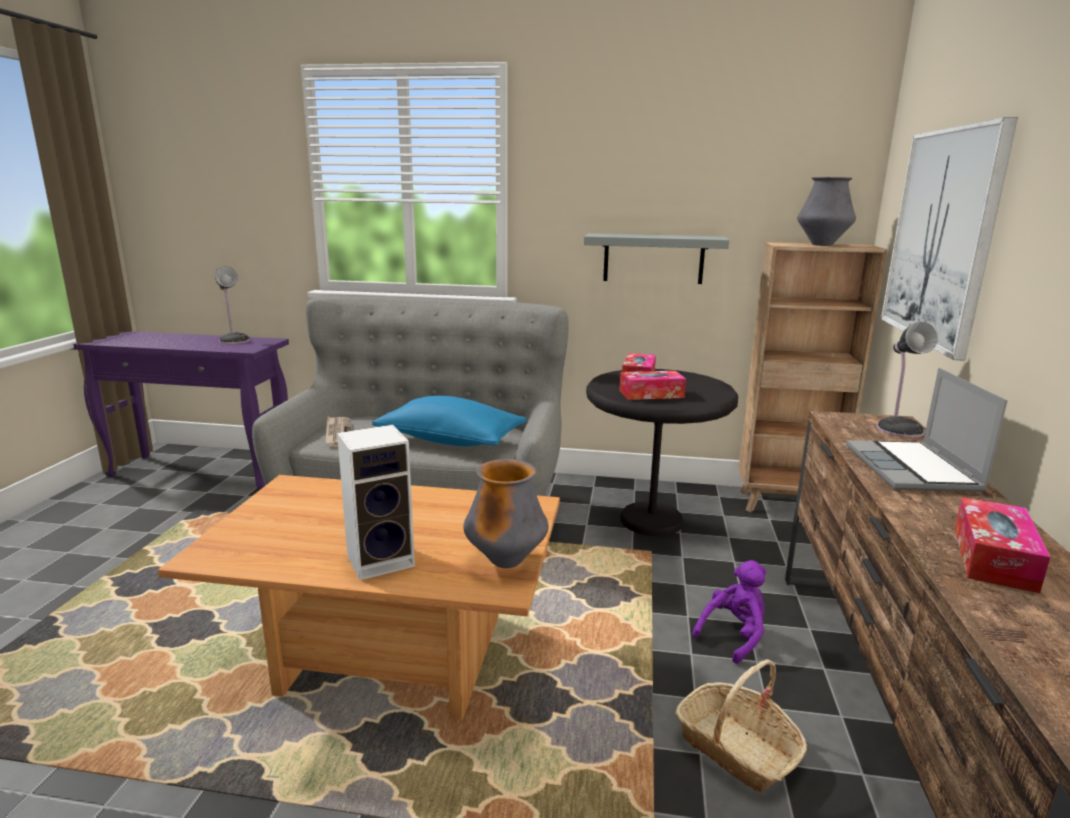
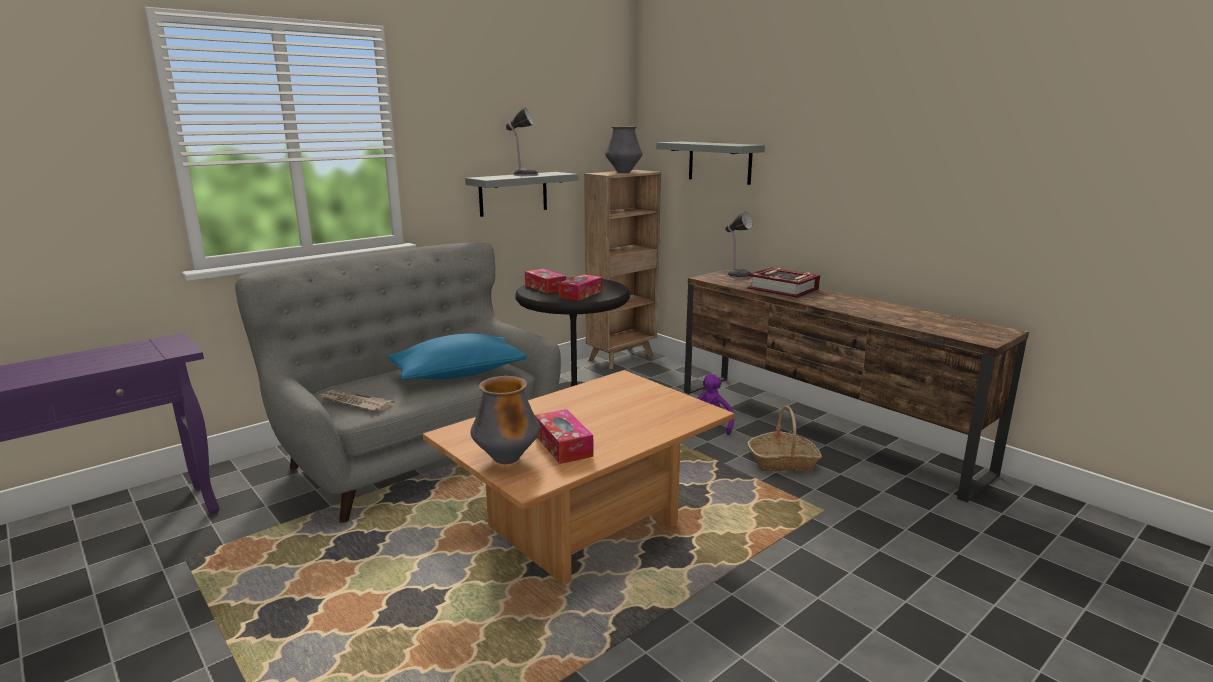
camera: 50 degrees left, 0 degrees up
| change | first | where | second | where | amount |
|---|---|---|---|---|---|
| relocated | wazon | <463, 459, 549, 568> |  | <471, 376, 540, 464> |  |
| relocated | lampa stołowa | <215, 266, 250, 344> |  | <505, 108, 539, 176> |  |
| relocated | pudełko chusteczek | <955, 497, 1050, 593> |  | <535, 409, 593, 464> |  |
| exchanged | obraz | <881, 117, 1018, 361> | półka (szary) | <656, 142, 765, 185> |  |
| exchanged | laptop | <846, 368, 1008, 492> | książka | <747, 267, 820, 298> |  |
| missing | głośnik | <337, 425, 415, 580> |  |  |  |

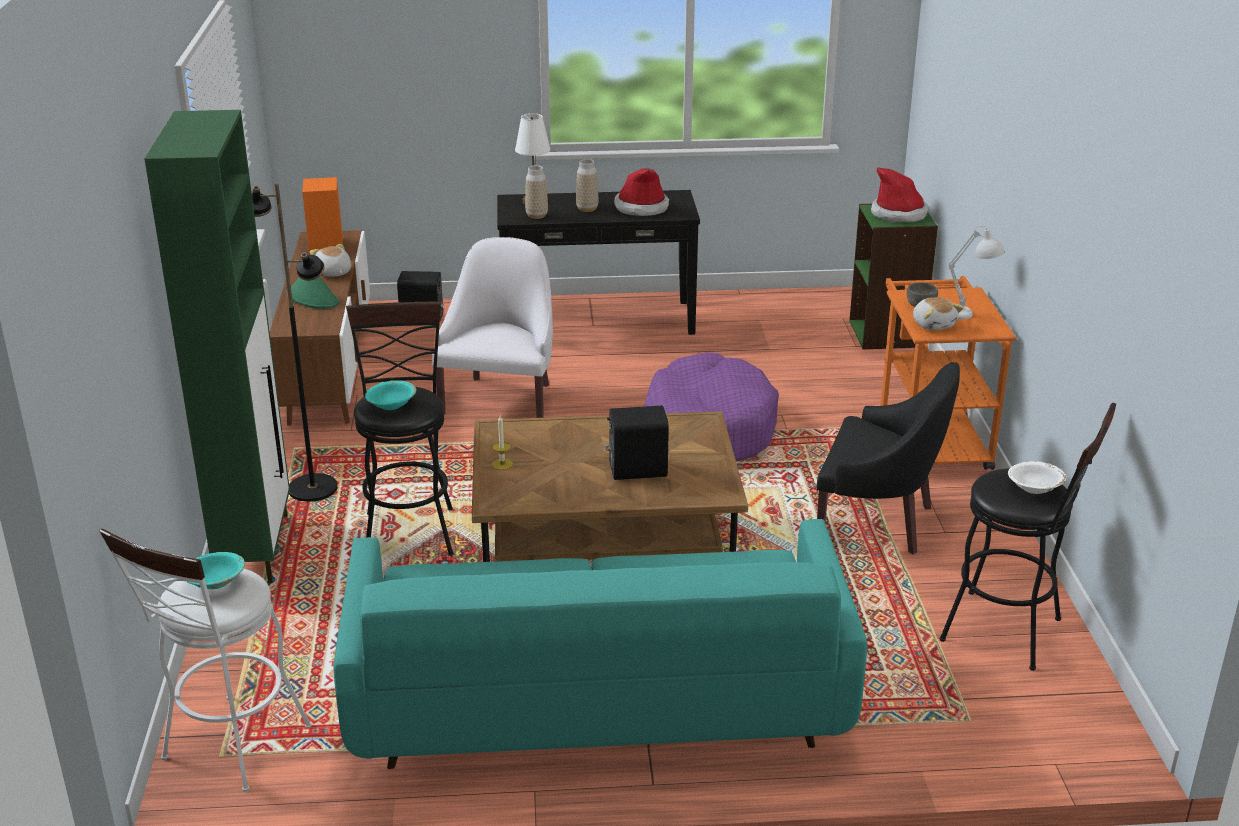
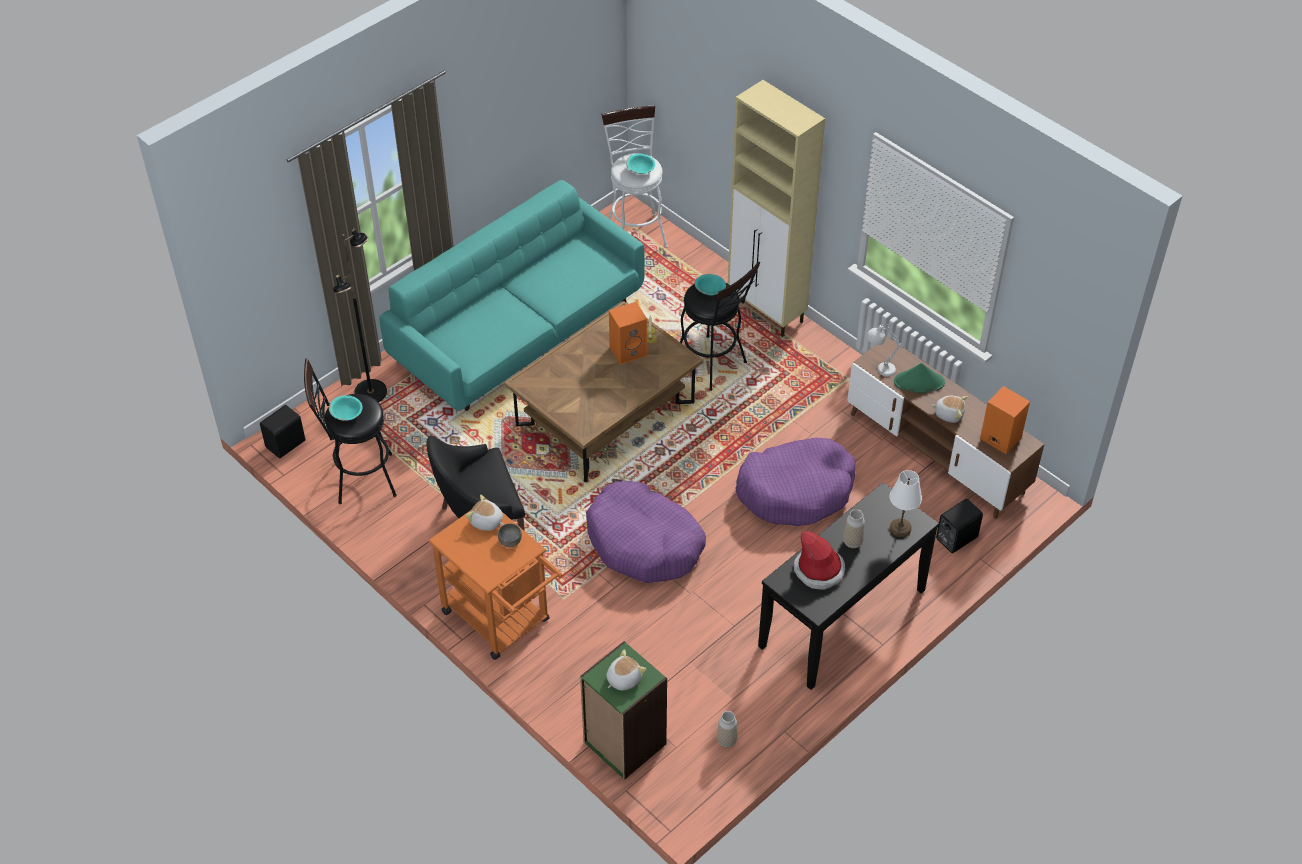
camera: 140 degrees right, 20 degrees up
| change | first | where | second | where | amount |
|---|---|---|---|---|---|
| relocated | głośnik (czarny) | <605, 406, 669, 480> |  | <260, 405, 305, 458> |  |
| colour | miska (biały) | <1008, 461, 1066, 494> | miska (turkusowy) | <329, 395, 363, 421> |  |
| relocated | lampa stojąca (czarny) | <252, 183, 338, 502> |  | <333, 227, 387, 402> |  |
| exchanged | kapelusz | <871, 167, 929, 223> | pluszak | <606, 650, 646, 691> |  |
| appeared |  |  | głośnik (pomarańczowy) | <609, 302, 647, 365> |  |
| relocated | wazon | <525, 165, 548, 219> |  | <717, 711, 737, 748> |  |
| colour | szafka (zielony) | <144, 110, 290, 583> | szafka (beżowy) | <728, 80, 825, 337> |  |
| exchanged | fotel (biały) | <432, 237, 553, 418> | legowisko (fioletowy) | <735, 438, 856, 526> |  |
| relocated | lampa stołowa (biały) | <949, 226, 1005, 319> |  | <866, 324, 901, 377> |  |

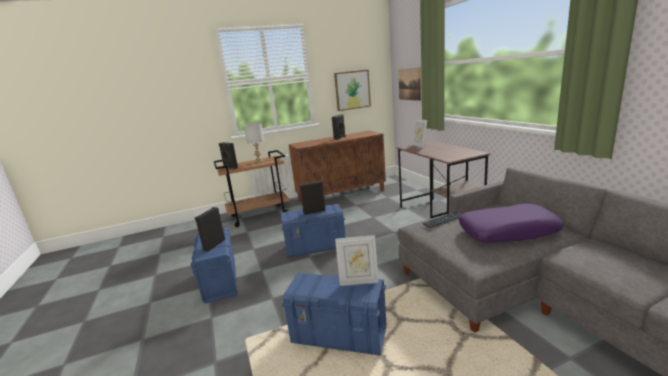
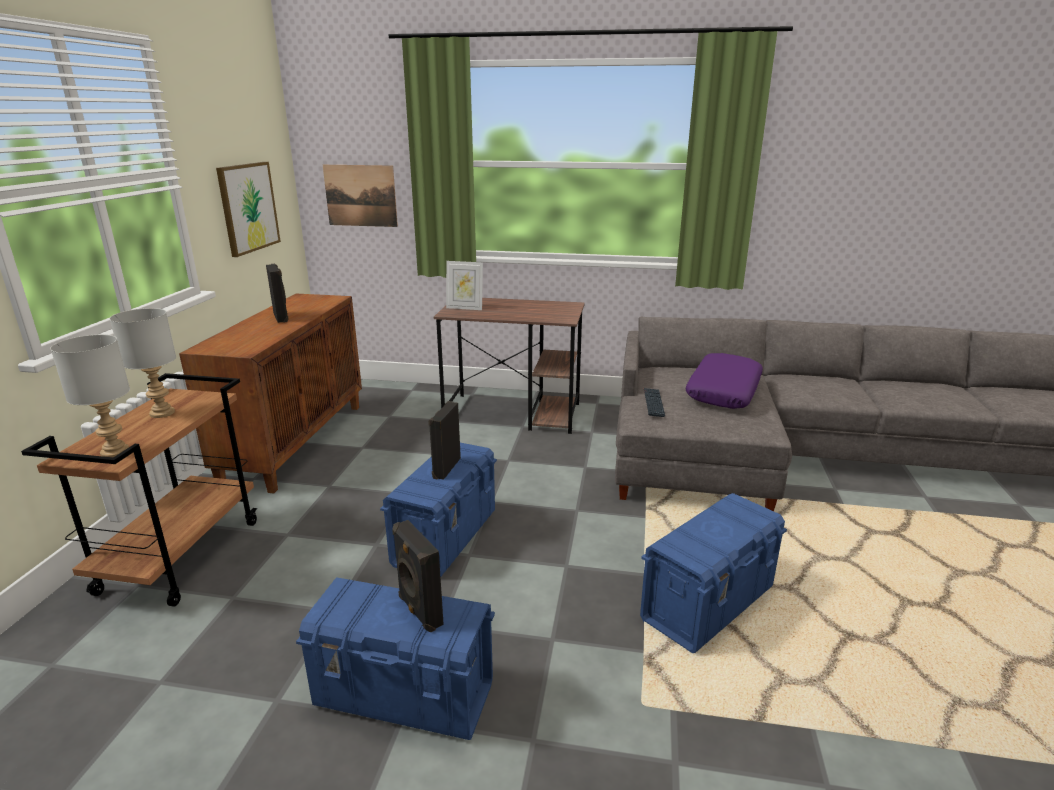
camera: 60 degrees left, 5 degrees up
| change | first | where | second | where | amount |
|---|---|---|---|---|---|
| exchanged | głośnik (czarny) | <219, 142, 238, 169> | lampa stołowa (szary) | <50, 334, 130, 457> |  |
| missing | ramka na zdjęcie | <335, 235, 379, 286> |  |  |  |

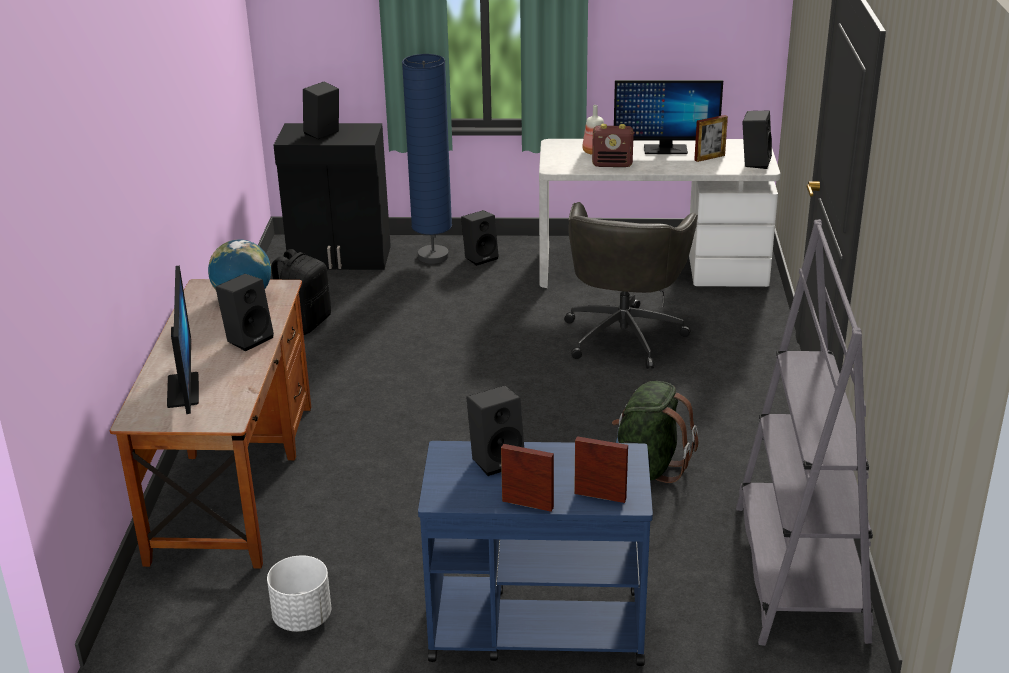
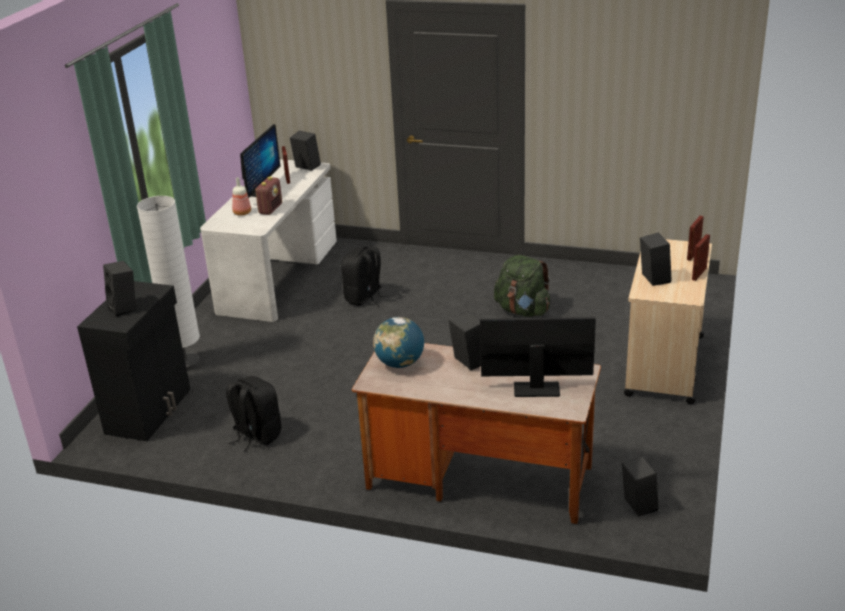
camera: 75 degrees left, 0 degrees up
| change | first | where | second | where | amount |
|---|---|---|---|---|---|
| colour | lampa stojąca (niebieski) | <402, 54, 452, 264> | lampa stojąca (biały) | <137, 196, 200, 371> |  |
| exchanged | krzesło biurowe (szary) | <564, 202, 698, 369> | plecak (czarny) | <341, 247, 389, 306> |  |
| relocated | głośnik (czarny) | <461, 210, 499, 266> |  | <622, 456, 659, 516> |  |
| colour | wózek (niebieski) | <418, 441, 653, 666> | wózek (beżowy) | <624, 239, 712, 404> |  |
| missing | donica (biały) | <267, 555, 332, 632> |  |  |  |
| missing | regał (szary) | <736, 219, 874, 646> |  |  |  |

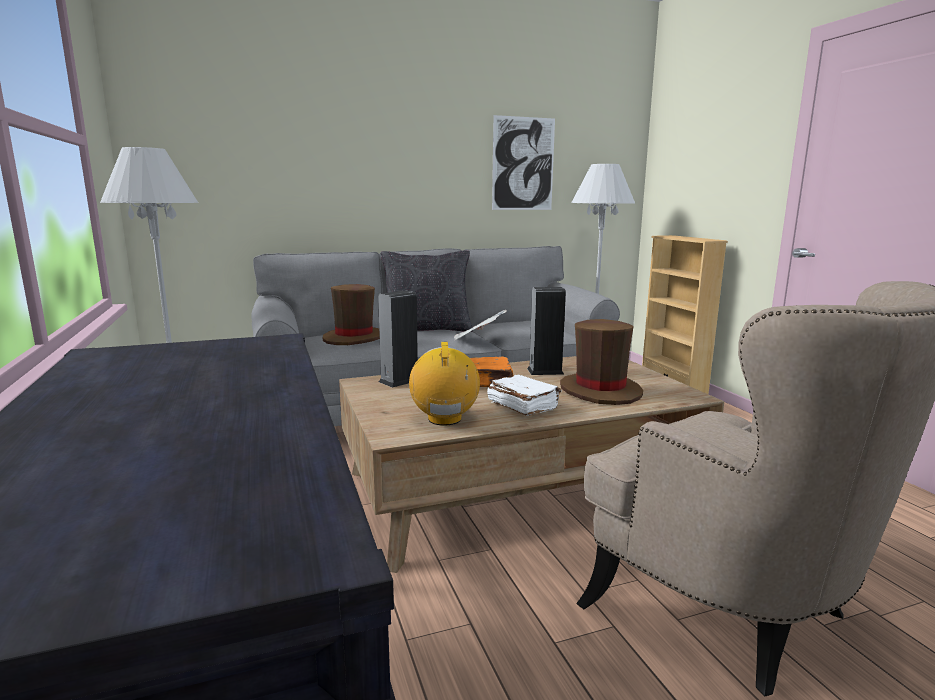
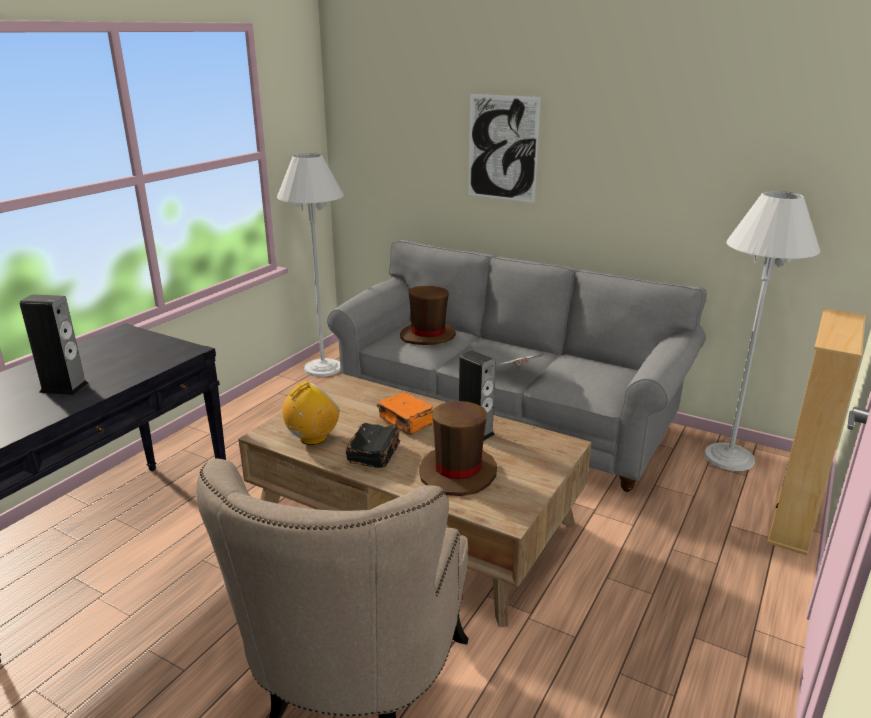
camera: 50 degrees right, 10 degrees up
| change | first | where | second | where | amount |
|---|---|---|---|---|---|
| relocated | głośnik | <378, 291, 418, 388> |  | <20, 294, 89, 395> |  |
| colour | książka (biały) | <487, 374, 561, 416> | książka (czarny) | <346, 423, 400, 468> |  |
| relocated | obraz | <492, 115, 555, 210> |  | <468, 94, 541, 203> |  |
| missing | poduszka (czarny) | <381, 251, 473, 332> |  |  |  |

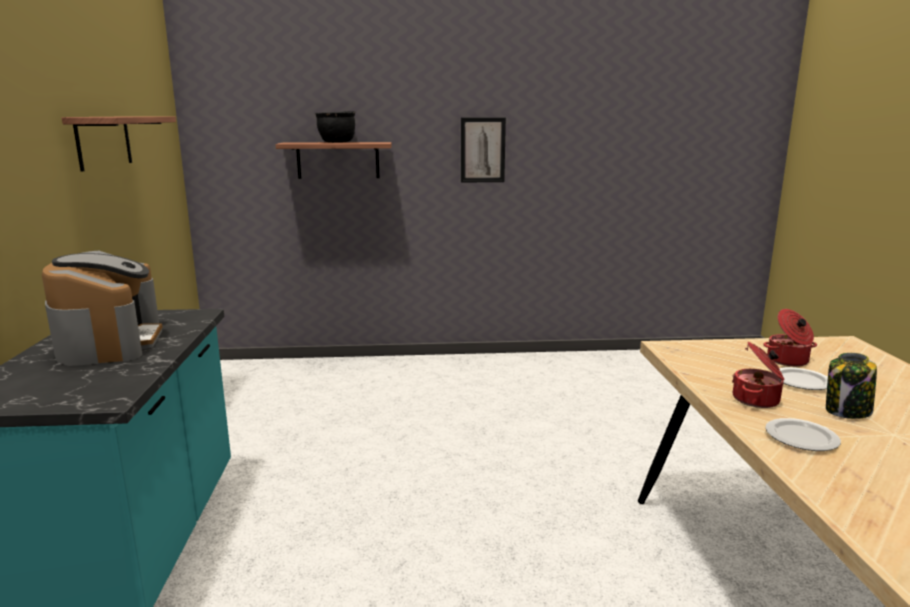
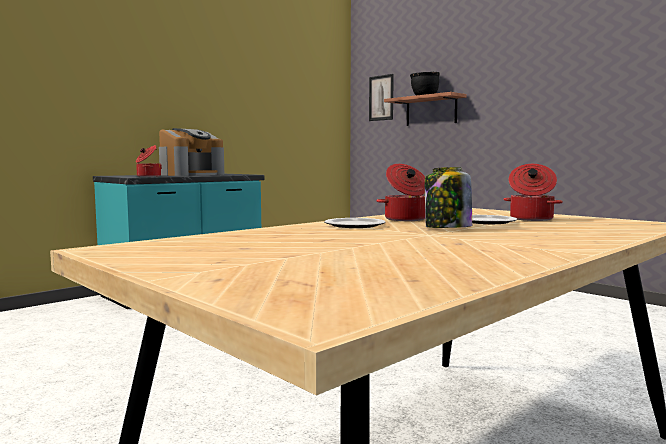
camera: 50 degrees right, 10 degrees down
| change | first | where | second | where | amount |
|---|---|---|---|---|---|
| appeared |  |  | garnek | <136, 145, 162, 177> |  |
| relocated | obraz | <461, 118, 506, 182> |  | <369, 74, 394, 121> |  |
| missing | półka | <62, 116, 176, 171> |  |  |  |

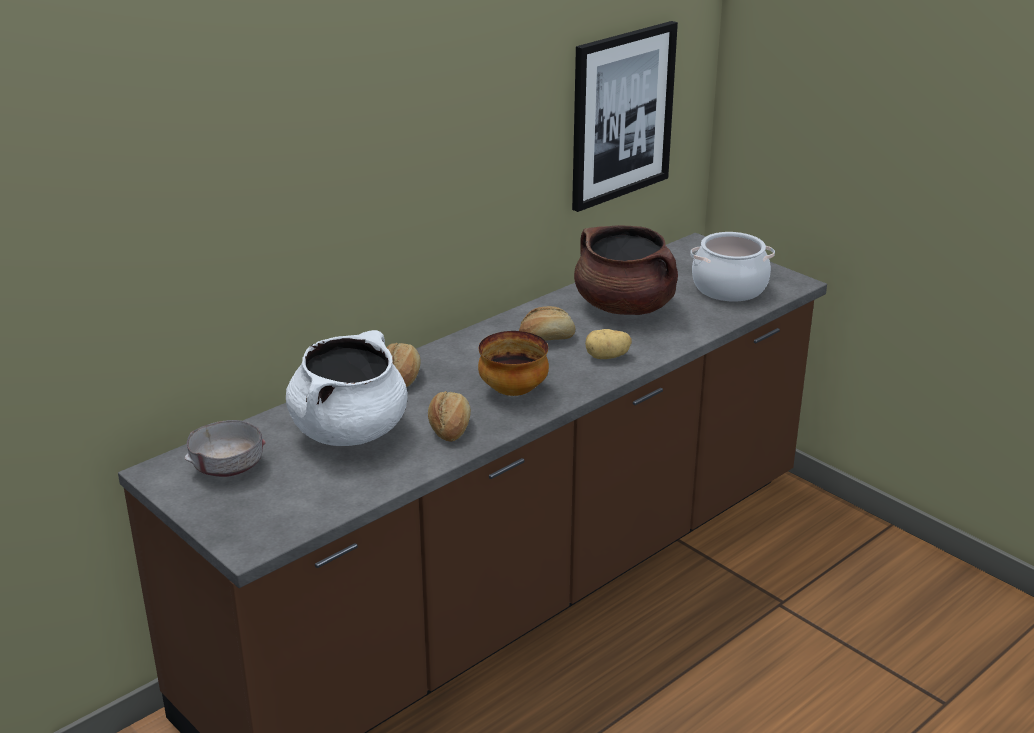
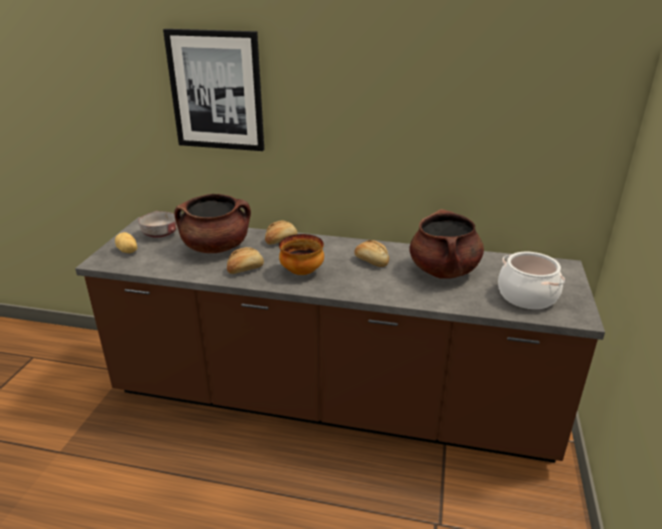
camera: 55 degrees right, 0 degrees up
| change | first | where | second | where | amount |
|---|---|---|---|---|---|
| relocated | ziemniak | <585, 329, 632, 359> |  | <115, 232, 137, 253> |  |
| relocated | obraz | <572, 21, 678, 212> |  | <163, 29, 264, 151> |  |
| colour | garnek (biały) | <286, 330, 408, 446> | garnek (brązowy) | <174, 194, 251, 253> |  |

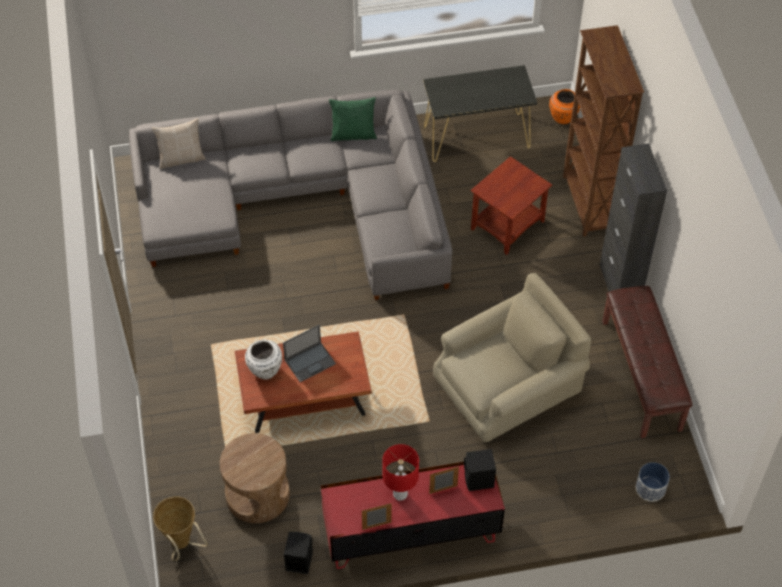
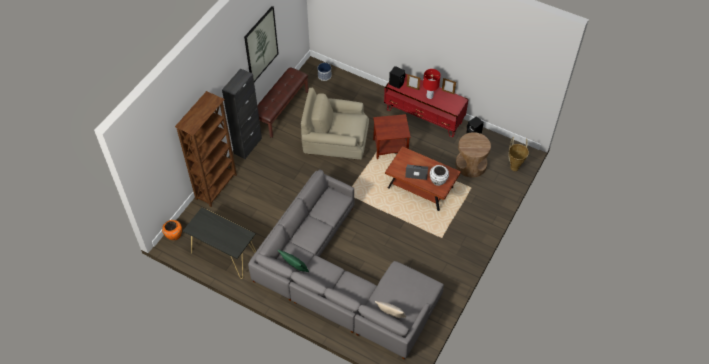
camera: 140 degrees left, 0 degrees up
| change | first | where | second | where | amount |
|---|---|---|---|---|---|
| appeared |  |  | obraz | <244, 6, 279, 82> |  |
| relocated | stolik (brązowy) | <471, 156, 552, 255> |  | <373, 114, 411, 159> |  |

